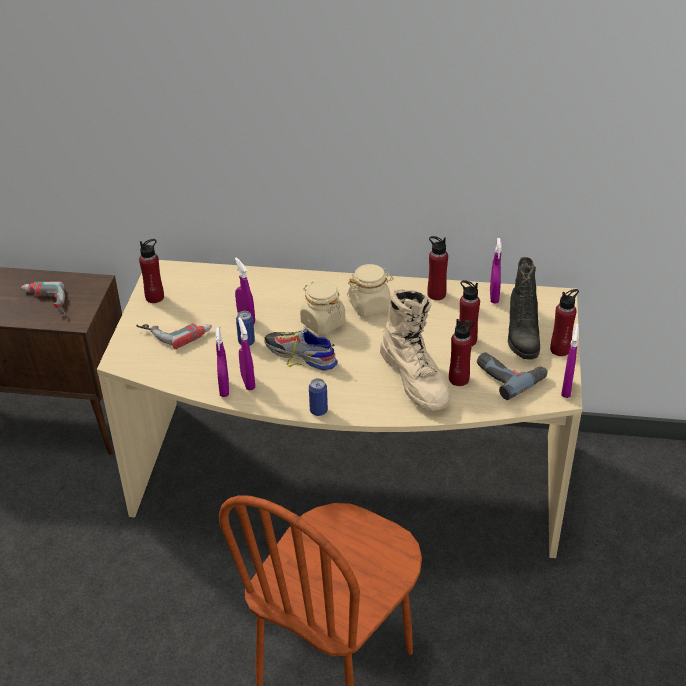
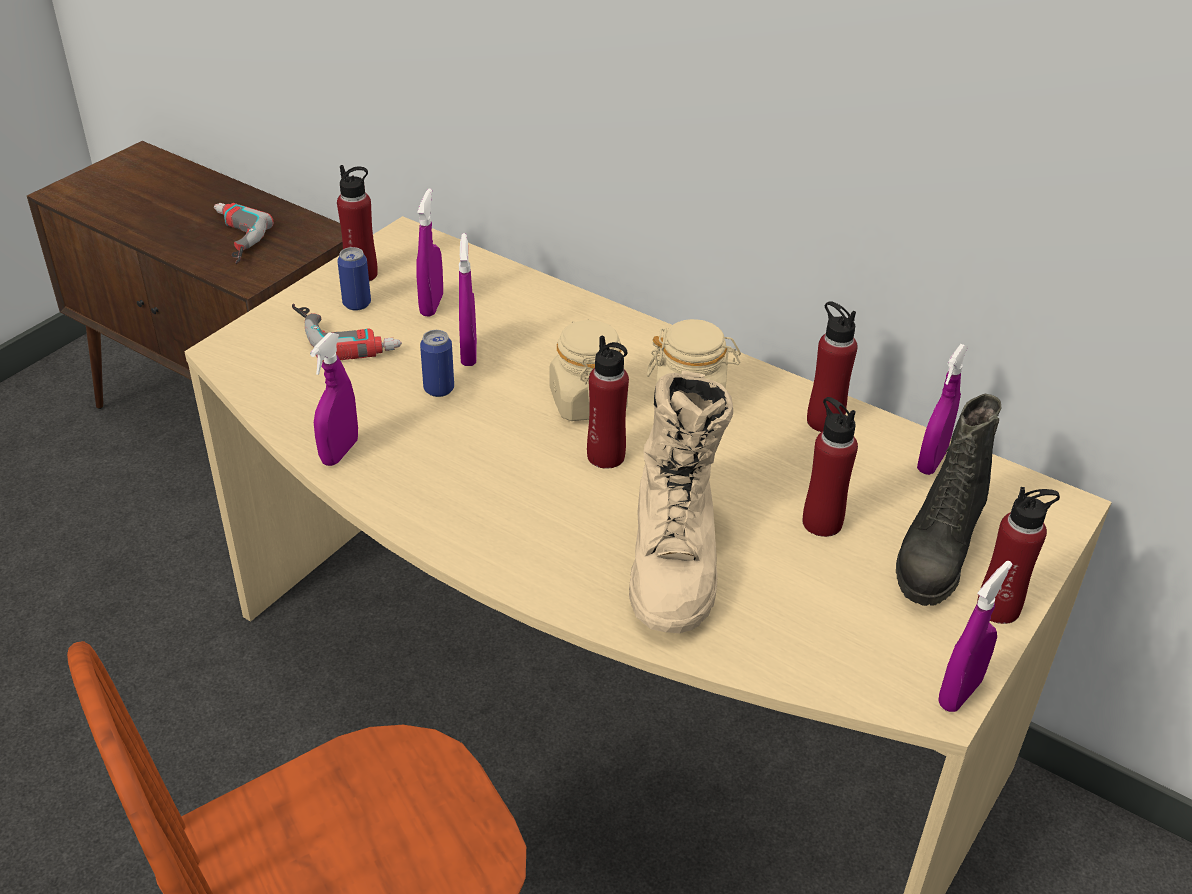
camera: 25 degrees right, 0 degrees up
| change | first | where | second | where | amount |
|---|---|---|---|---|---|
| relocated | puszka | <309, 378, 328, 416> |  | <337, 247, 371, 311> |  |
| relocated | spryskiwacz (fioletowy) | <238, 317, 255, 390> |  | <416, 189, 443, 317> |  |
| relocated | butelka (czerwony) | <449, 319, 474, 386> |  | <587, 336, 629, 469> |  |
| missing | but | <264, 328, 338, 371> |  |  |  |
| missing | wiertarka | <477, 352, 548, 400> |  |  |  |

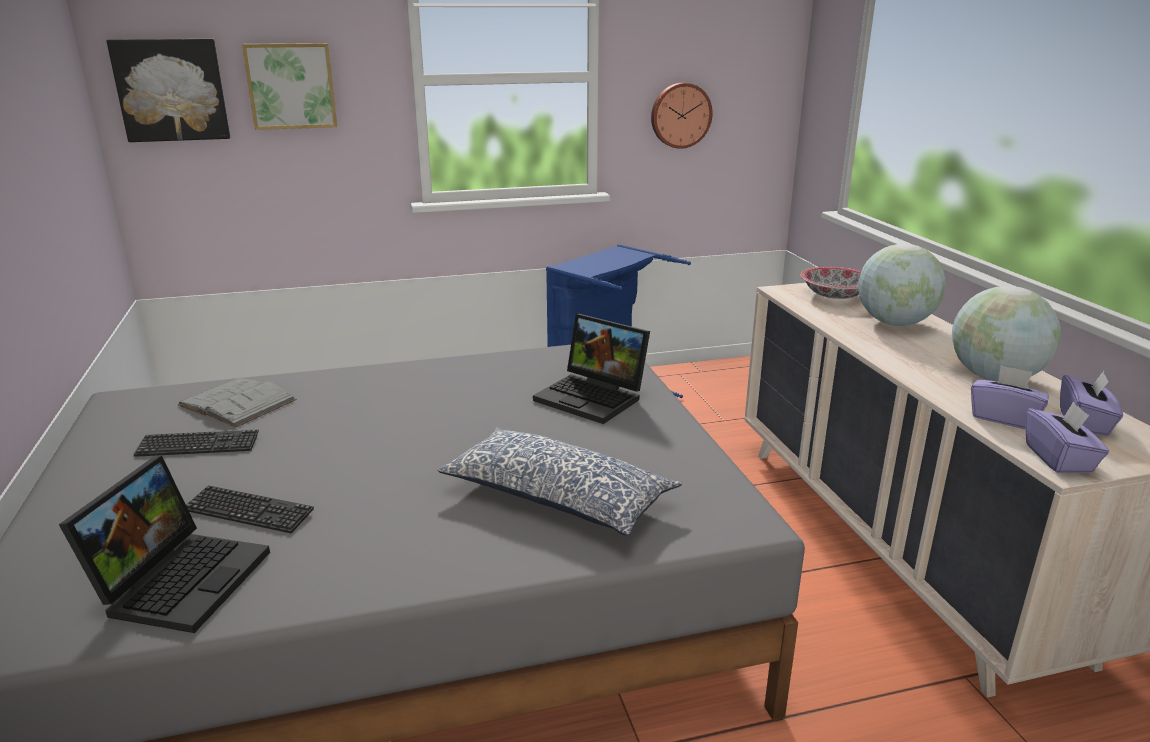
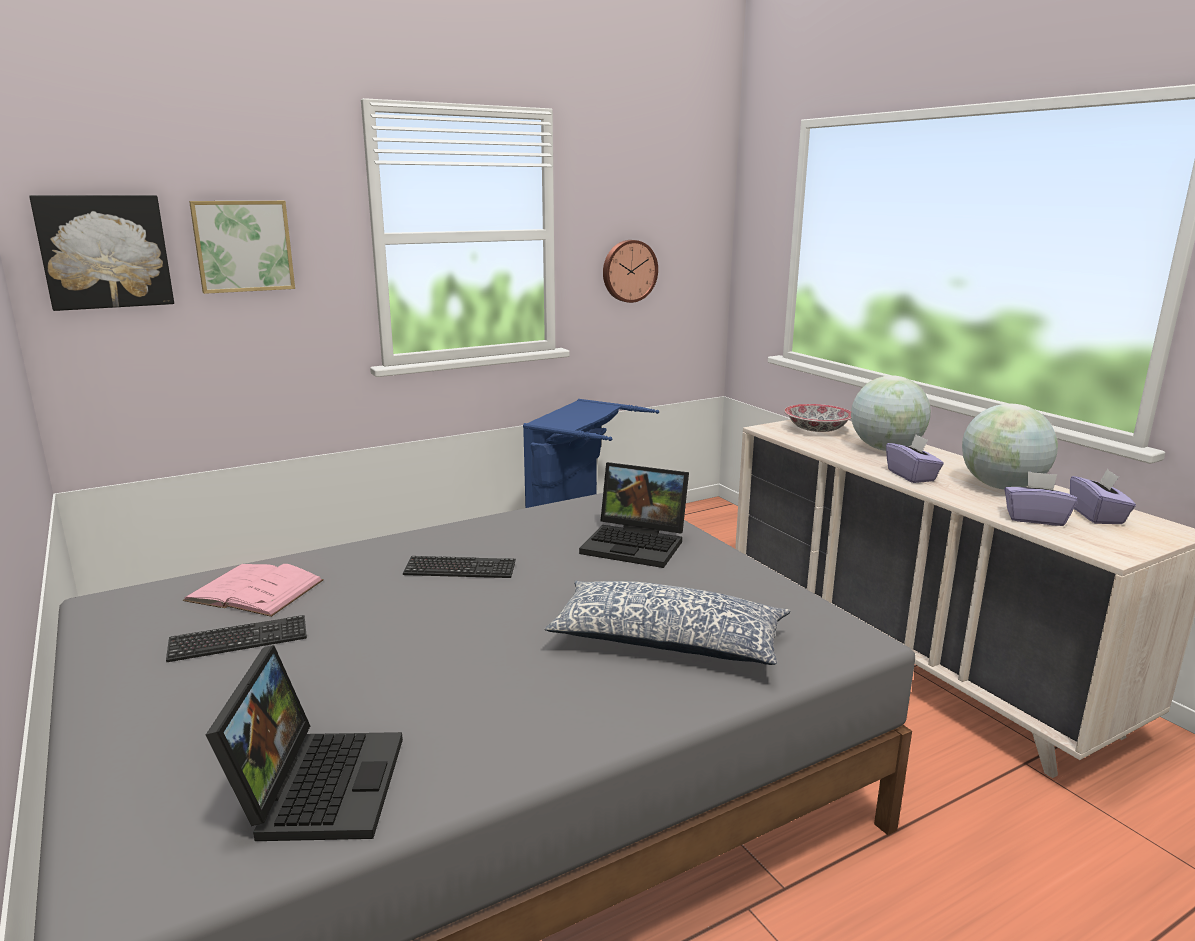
camera: 15 degrees left, 5 degrees down
| change | first | where | second | where | amount |
|---|---|---|---|---|---|
| colour | książka (szary) | <178, 378, 297, 428> | książka (różowy) | <183, 564, 324, 617> |  |
| relocated | klawiatura | <186, 485, 314, 533> |  | <403, 556, 516, 578> |  |
| relocated | pudełko chusteczek (fioletowy) | <1026, 401, 1109, 473> |  | <886, 434, 944, 483> |  |

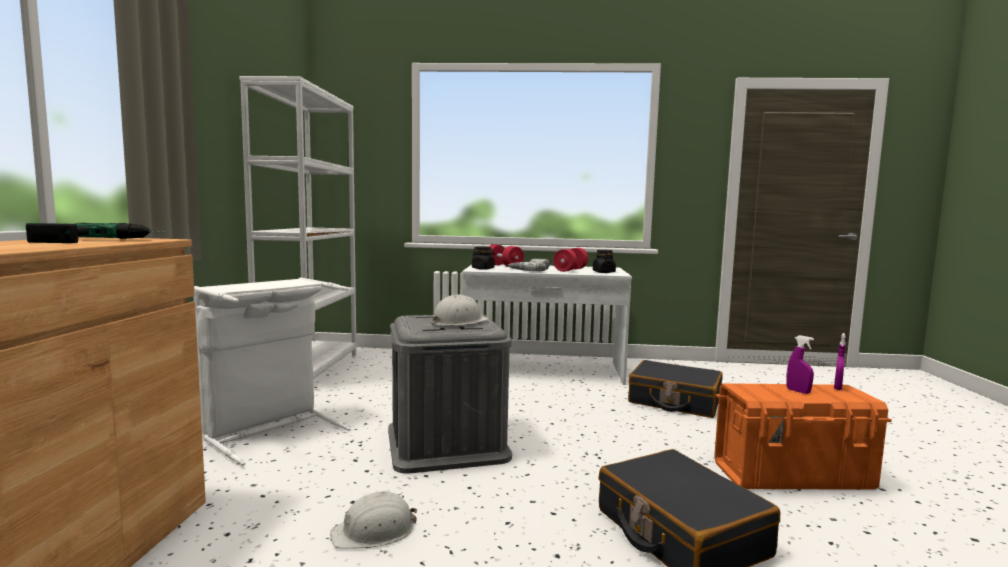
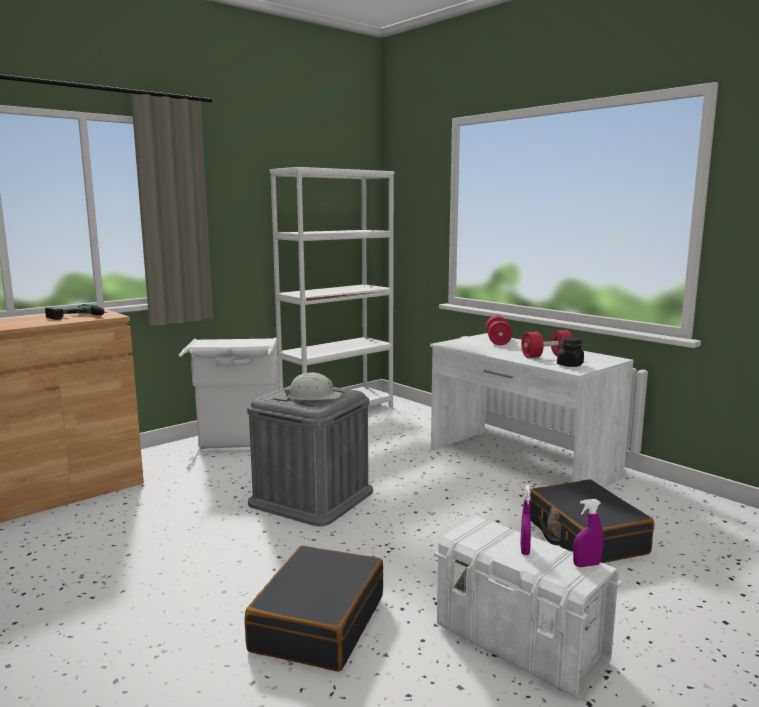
camera: 45 degrees right, 5 degrees up
| change | first | where | second | where | amount |
|---|---|---|---|---|---|
| colour | pojemnik do przechowywania (pomarańczowy) | <714, 383, 892, 490> | pojemnik do przechowywania (biały) | <434, 516, 622, 699> |  |
| missing | kask (biały) | <330, 491, 417, 549> |  |  |  |
| missing | słoik (czarny) | <472, 247, 495, 270> |  |  |  |
| missing | wiertarka | <508, 259, 549, 271> |  |  |  |

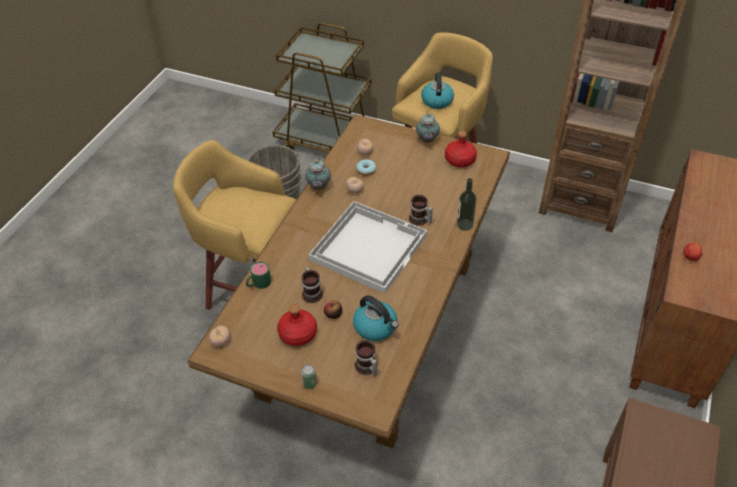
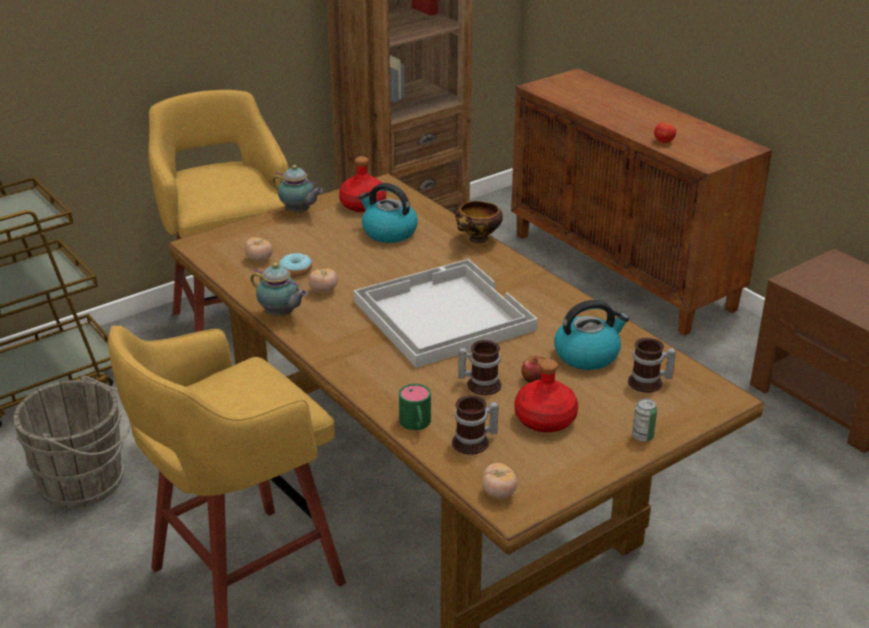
camera: 60 degrees left, 15 degrees down
| change | first | where | second | where | amount |
|---|---|---|---|---|---|
| relocated | czajnik | <421, 72, 454, 109> |  | <359, 183, 418, 243> |  |
| relocated | kubek | <409, 195, 433, 226> |  | <452, 395, 499, 455> |  |
| exchanged | butelka | <457, 178, 477, 231> | miska | <455, 201, 503, 243> |  |

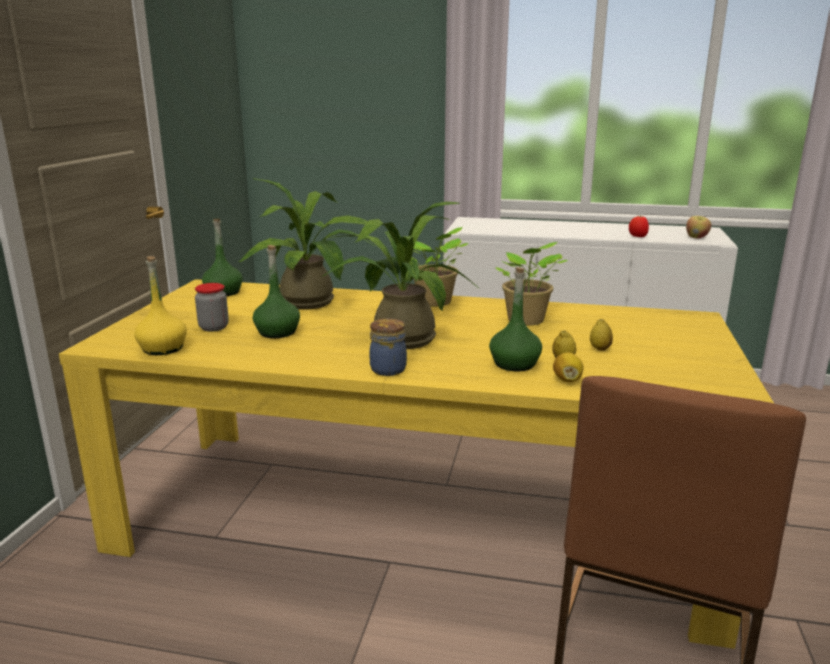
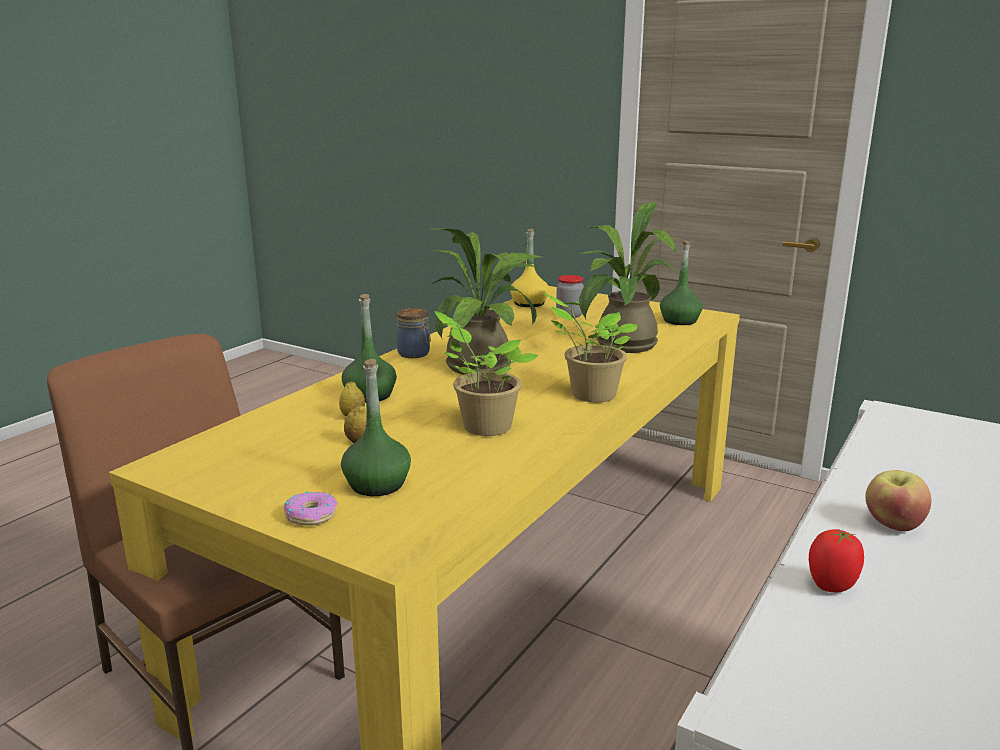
camera: 110 degrees right, 0 degrees up
| change | first | where | second | where | amount |
|---|---|---|---|---|---|
| appeared |  |  | donut | <284, 492, 338, 526> |  |
| relocated | butelka (zielony) | <253, 245, 300, 338> |  | <341, 359, 411, 496> |  |
| relocated | jabłko | <686, 216, 711, 238> |  | <865, 470, 931, 531> |  |
| missing | cytryna | <553, 353, 584, 382> |  |  |  |

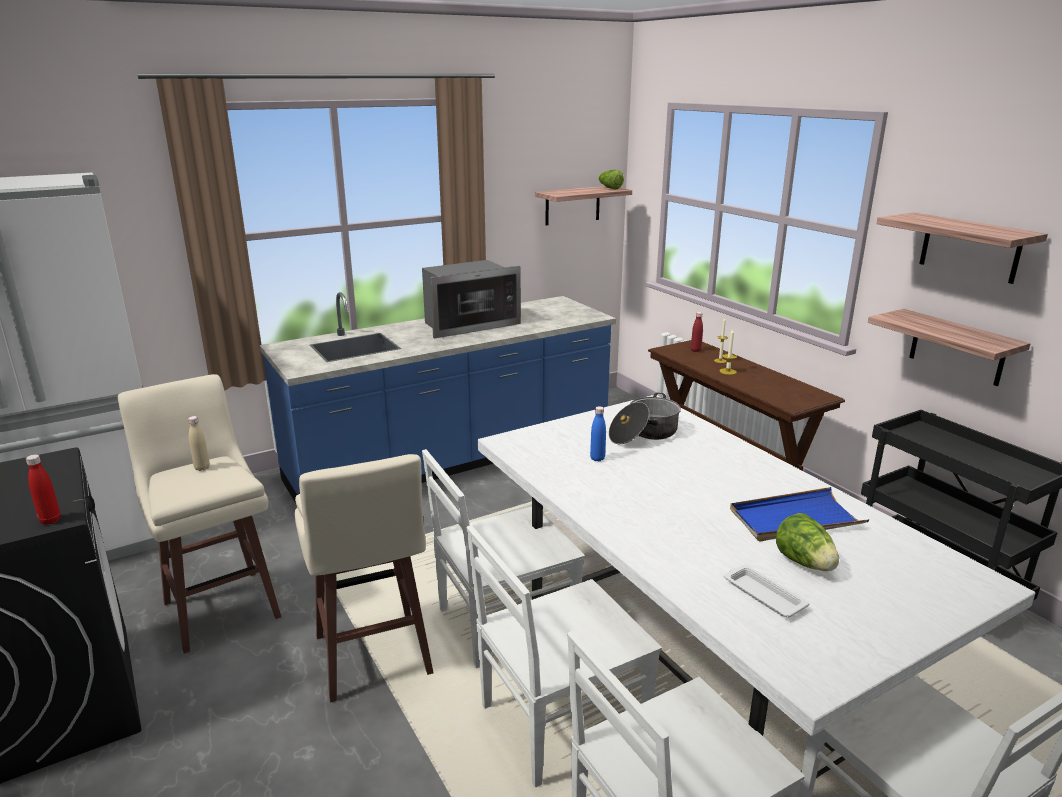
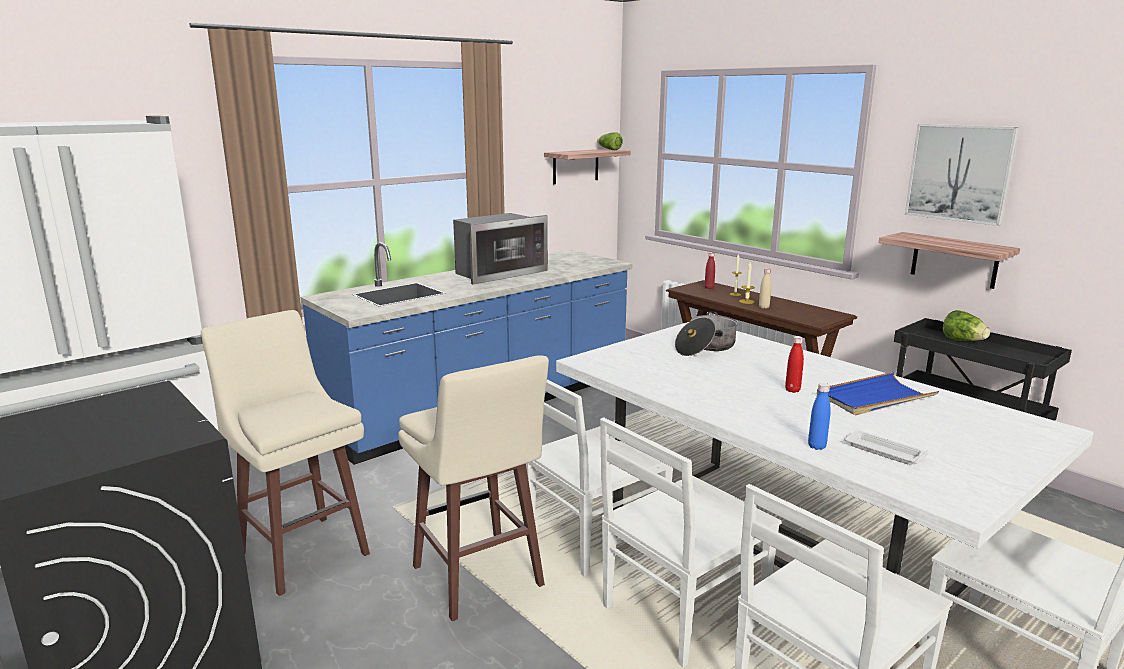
camera: 10 degrees left, 5 degrees down
| change | first | where | second | where | amount |
|---|---|---|---|---|---|
| relocated | butelka (beżowy) | <188, 416, 210, 471> |  | <759, 268, 771, 309> |  |
| relocated | butelka (czerwony) | <26, 454, 61, 525> |  | <785, 336, 804, 393> |  |
| relocated | butelka (niebieski) | <590, 406, 606, 461> |  | <808, 383, 831, 450> |  |
| exchanged | półka | <876, 212, 1048, 284> | obraz | <905, 124, 1019, 226> |  |
| relocated | sałata | <776, 513, 839, 571> |  | <943, 310, 990, 341> |  |

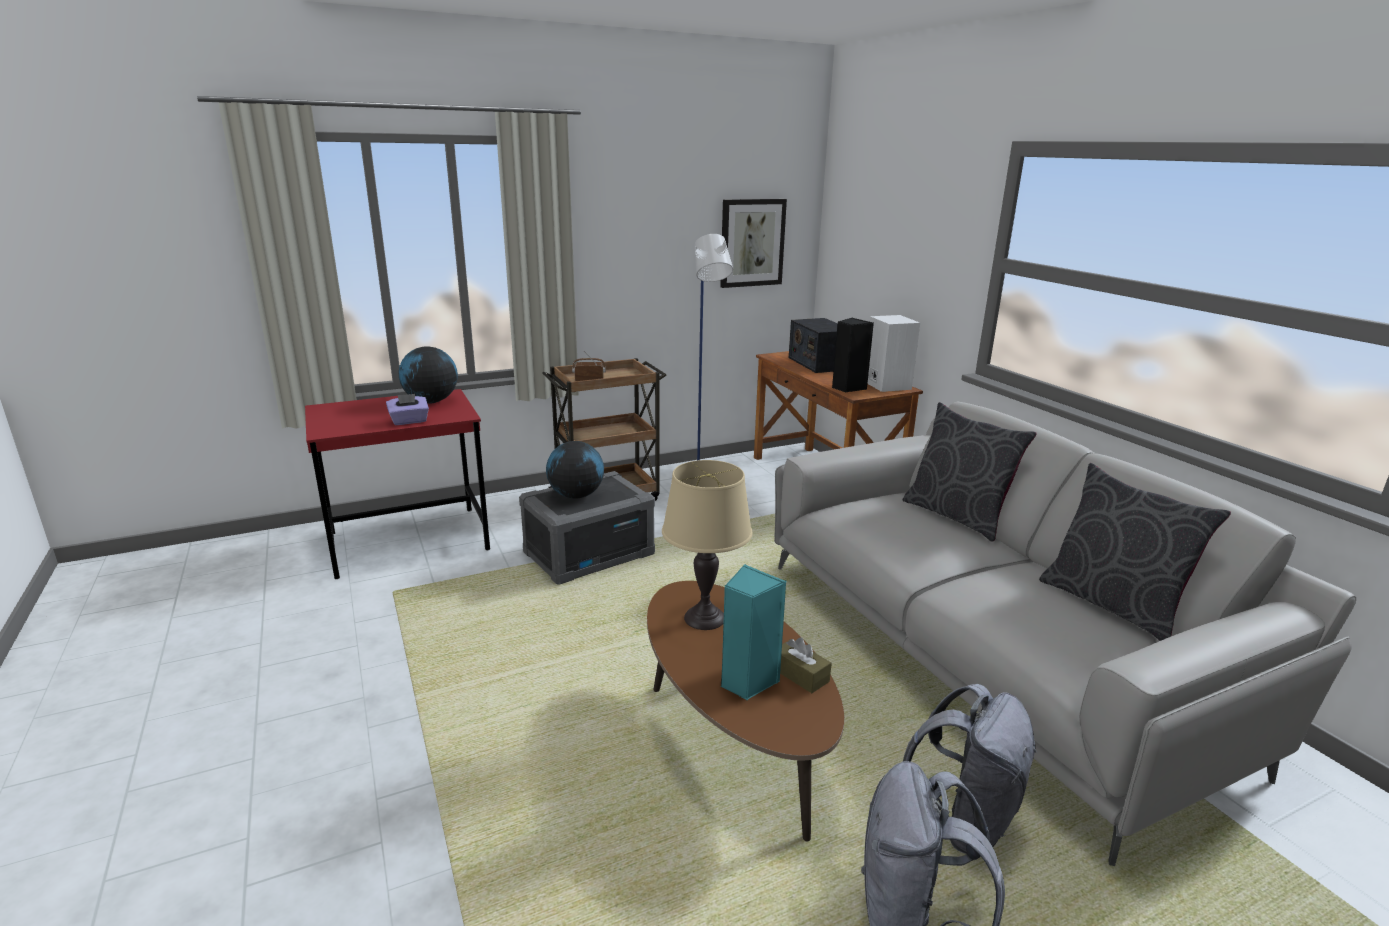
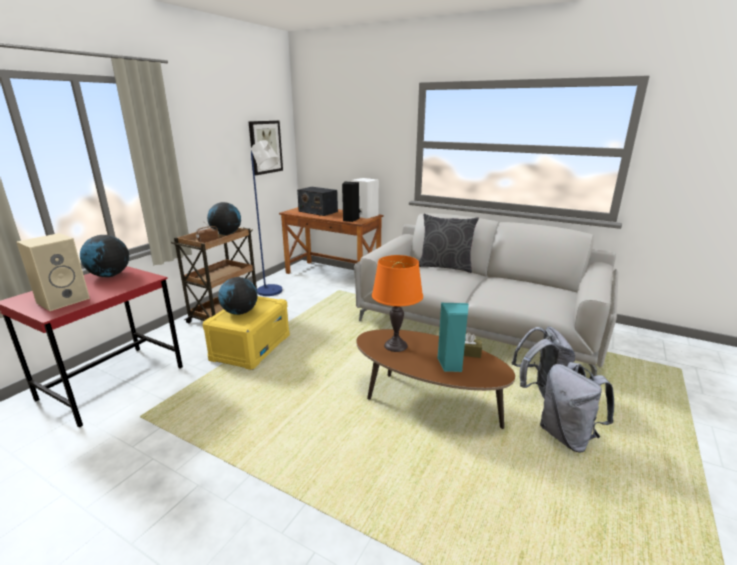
camera: 35 degrees left, 0 degrees up
| change | first | where | second | where | amount |
|---|---|---|---|---|---|
| appeared |  |  | głośnik (beżowy) | <16, 233, 90, 311> |  |
| colour | pojemnik do przechowywania (szary) | <519, 471, 655, 585> | pojemnik do przechowywania (żółty) | <202, 296, 290, 370> |  |
| appeared |  |  | globus | <207, 202, 241, 235> |  |
| colour | lampa stołowa (beżowy) | <662, 460, 753, 630> | lampa stołowa (pomarańczowy) | <372, 255, 423, 352> |  |
| missing | pudełko chusteczek (fioletowy) | <386, 394, 429, 425> |  |  |  |
| missing | poduszka (szary) | <1039, 463, 1231, 641> |  |  |  |

